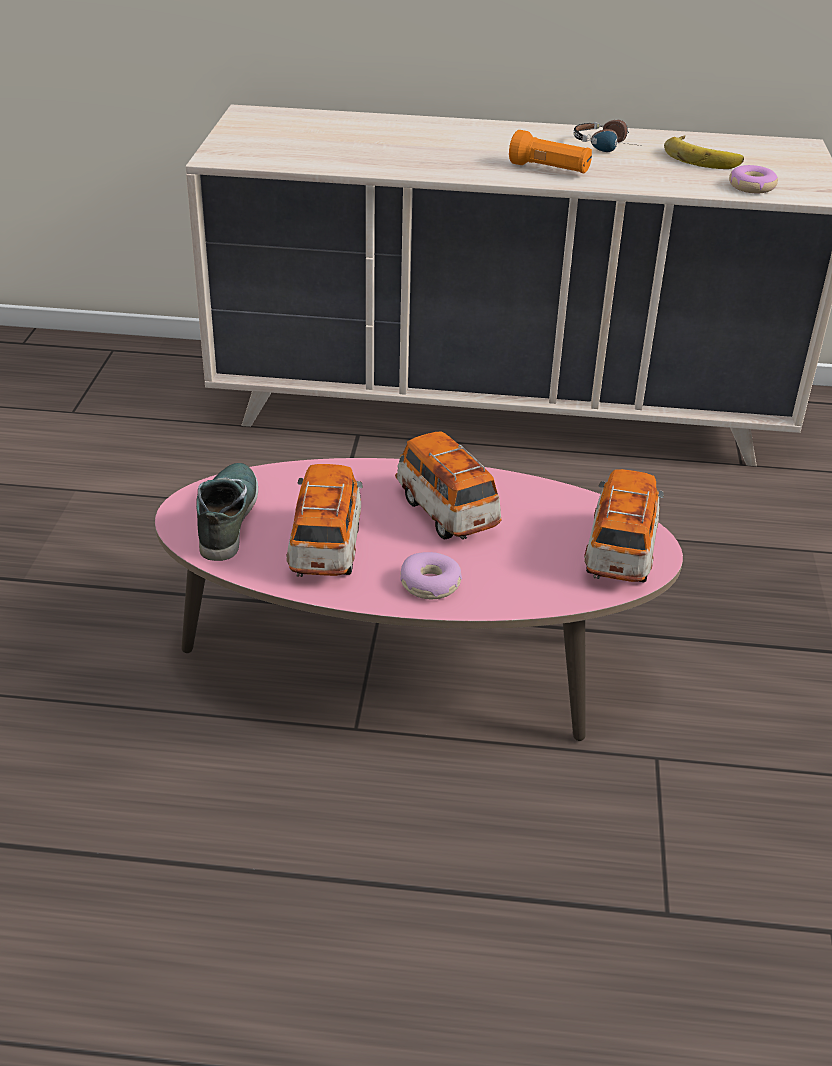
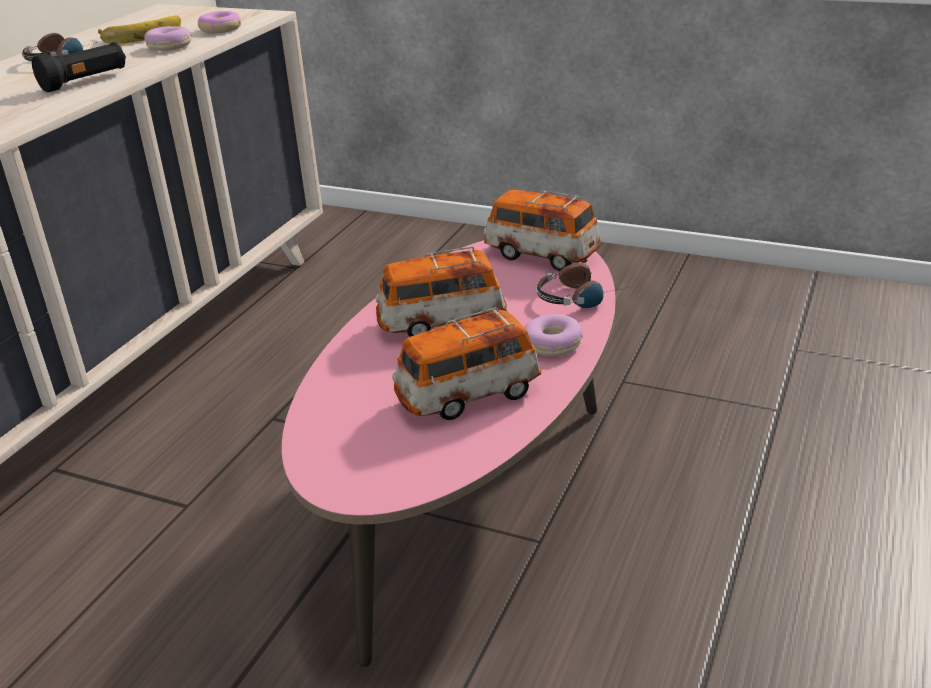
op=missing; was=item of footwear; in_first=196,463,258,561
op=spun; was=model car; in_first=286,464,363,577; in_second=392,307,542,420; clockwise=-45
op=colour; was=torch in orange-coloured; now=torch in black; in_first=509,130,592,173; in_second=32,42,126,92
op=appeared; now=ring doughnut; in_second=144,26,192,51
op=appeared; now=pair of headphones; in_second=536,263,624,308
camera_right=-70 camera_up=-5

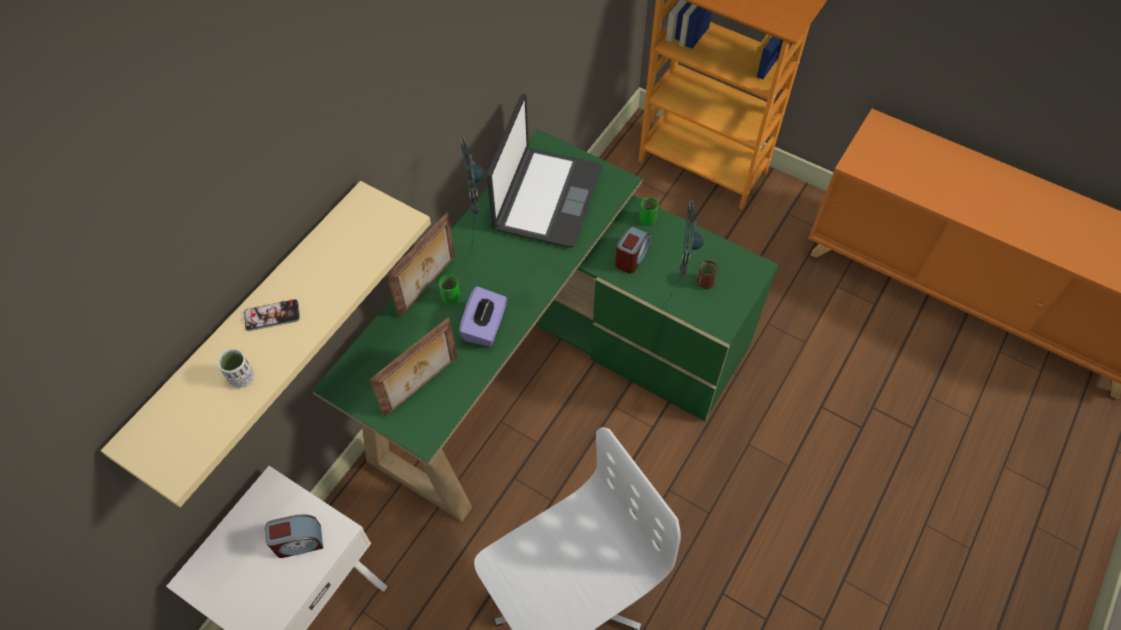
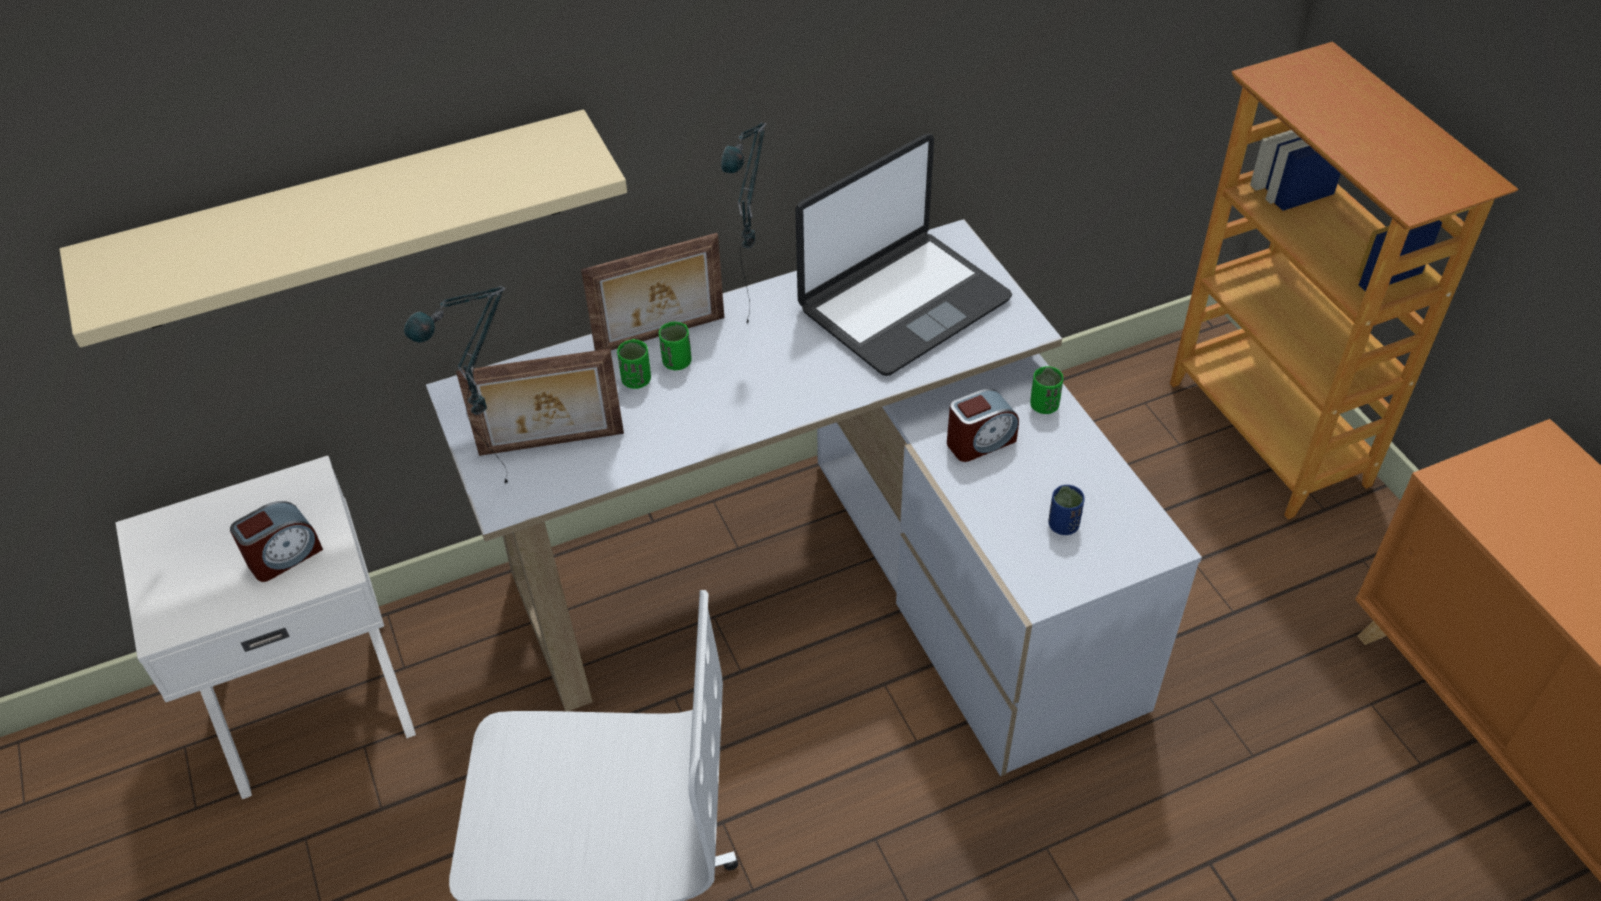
op=missing; was=cup in whitish; in_first=217,349,254,388
op=missing; was=phone; in_first=244,299,300,331
op=spun; was=table clock; in_first=264,515,323,558; in_second=230,501,323,582; clockwise=-60
op=colour; was=desk in green-coloured; now=desk in whitish; in_first=312,130,779,522; in_second=426,219,1202,776
op=missing; was=tissue holder in purple-coloured; in_first=459,286,507,347
op=relocated; was=tabletop lamp; in_first=666,200,704,307; in_second=404,286,508,484
op=colour; was=cup in brown-coloured; now=cup in bluish; in_first=697,260,718,289; in_second=1048,485,1084,535
op=appeared; now=cup in green-coloured; in_second=617,339,651,389
camera_right=35 camera_up=-10

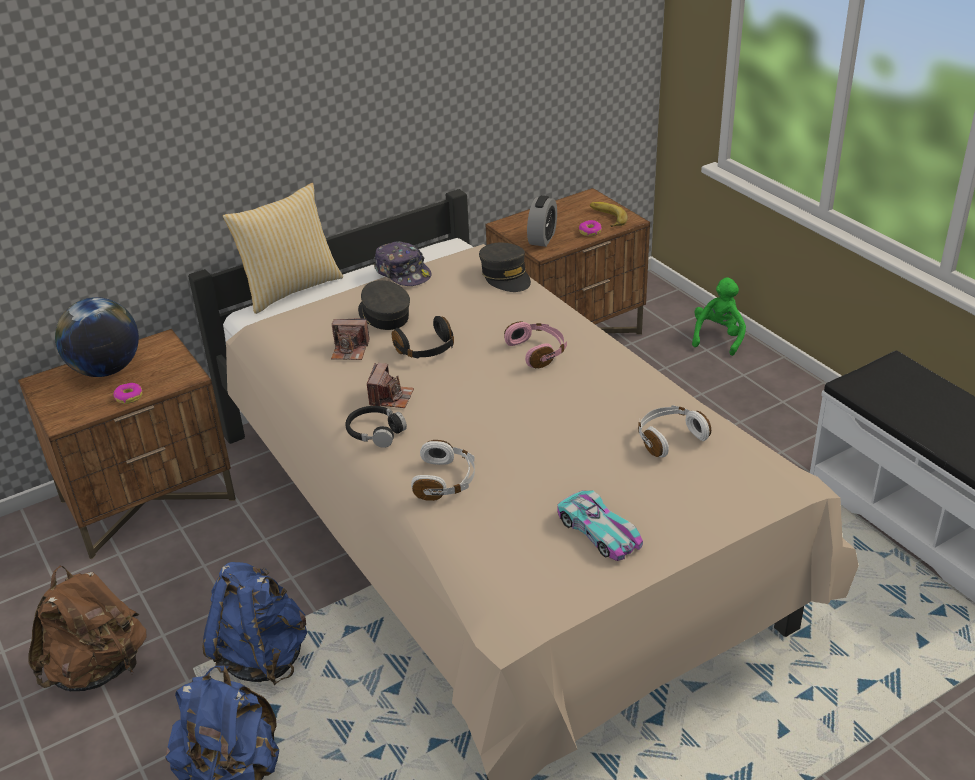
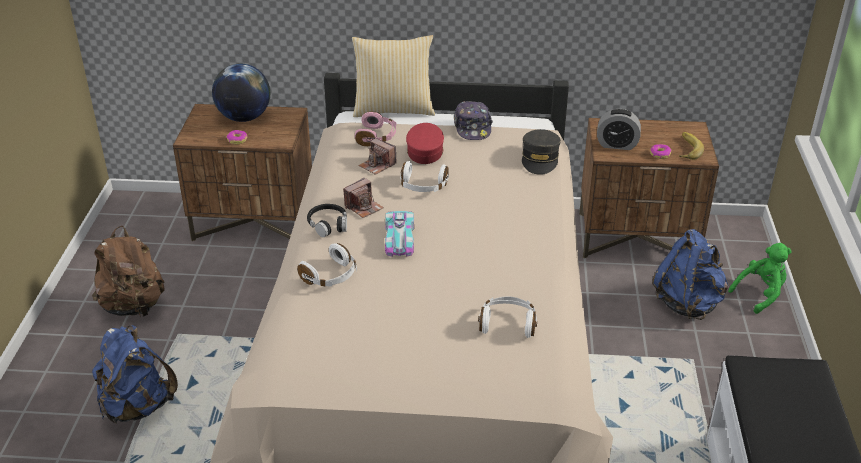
op=relocated; was=backpack in bluish; in_first=203,562,307,685; in_second=652,229,728,320
op=colour; was=baseball cap in grey; now=baseball cap in red; in_first=358,280,410,330; in_second=406,123,444,164
op=colour; was=pair of headphones in black; now=pair of headphones in whitish; in_first=392,316,454,358; in_second=400,161,449,192
op=relocated; was=pair of headphones in pink; in_first=504,321,567,368; in_second=355,111,396,146
op=spun; was=table clock; in_first=527,195,557,247; in_second=597,109,641,150; clockwise=45
op=relocated; was=model car; in_first=557,490,643,561; in_second=385,211,414,257
camera_right=35 camera_up=0

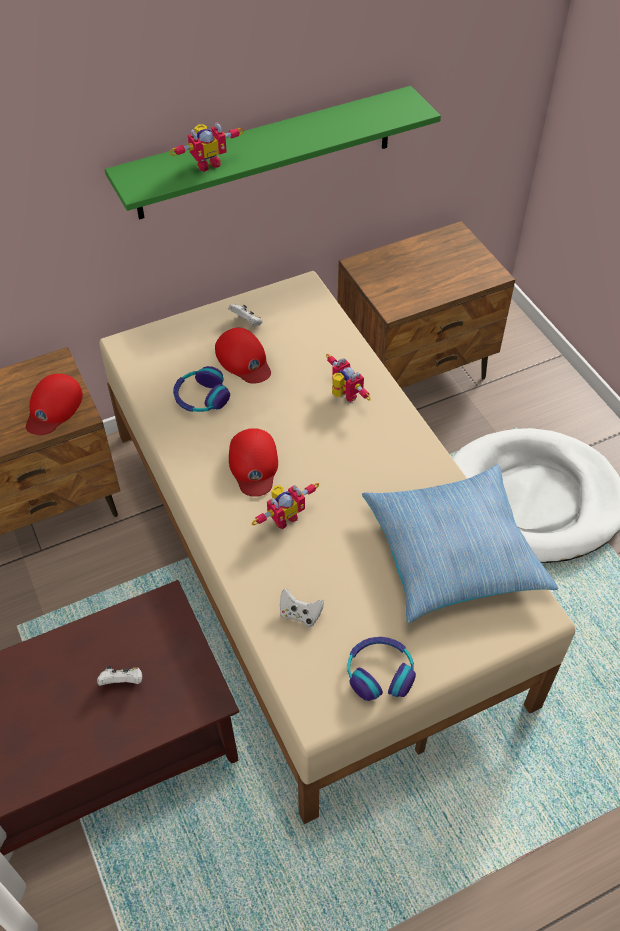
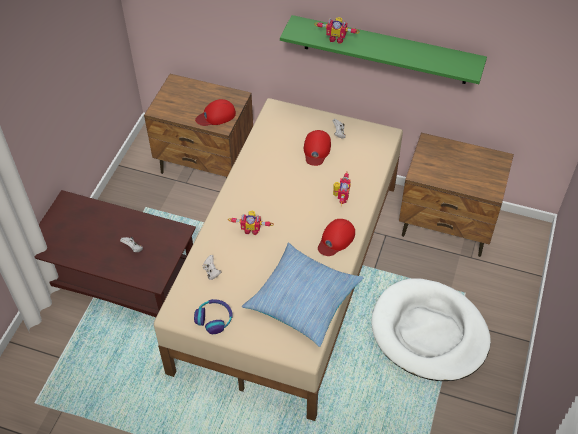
op=missing; was=pair of headphones; in_first=173,366,230,412
op=relocated; was=baseball cap in red; in_first=229,428,278,497; in_second=318,219,355,256
camera_right=45 camera_up=0

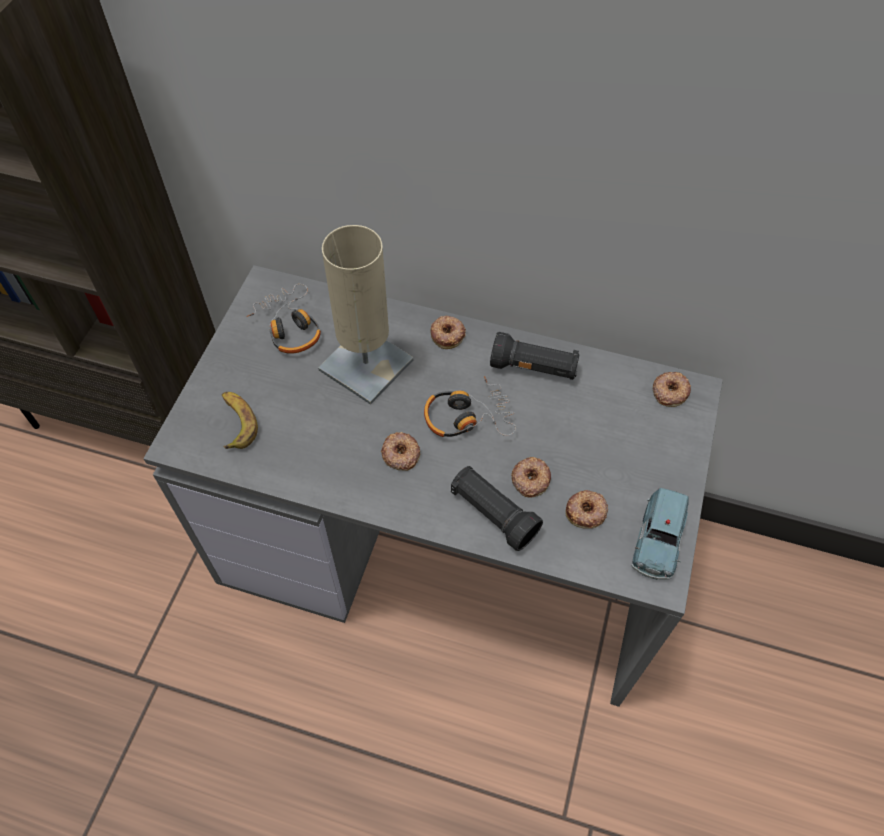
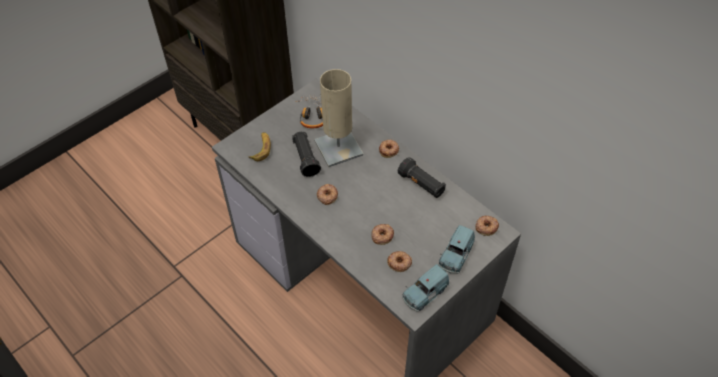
op=missing; was=pair of headphones; in_first=424,376,516,437
op=relocated; was=torch in black; in_first=451,466,543,551; in_second=292,132,321,177
op=appeared; now=model car in bluish; in_second=438,225,475,274
camera_right=30 camera_up=-5

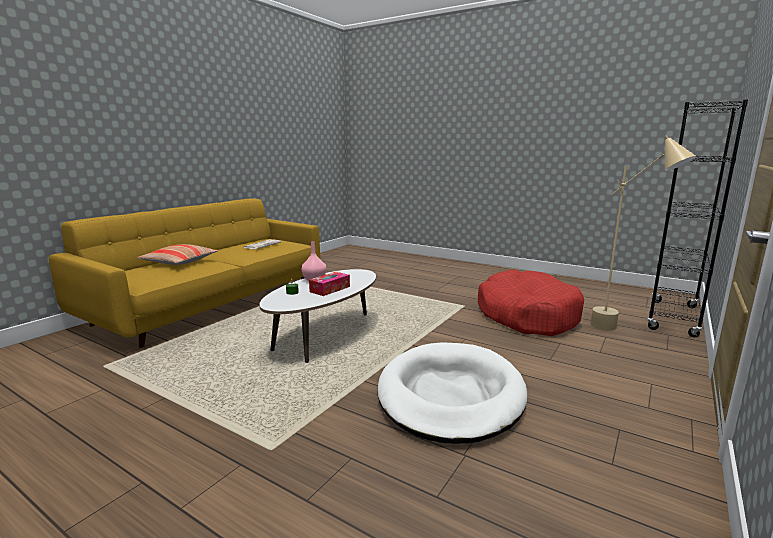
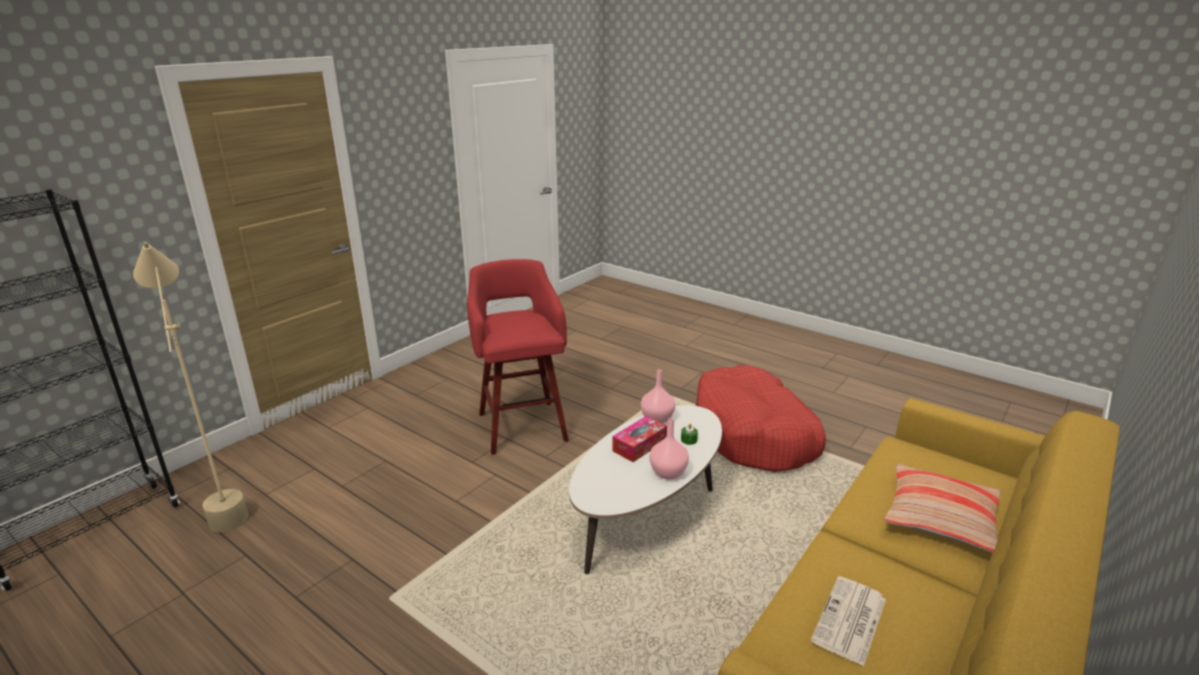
op=exchanged; was=dog bed in whitish; now=stool seat in red; in_first=378,342,527,444; in_second=467,259,569,455
op=relocated; was=dog bed in red; in_first=478,270,584,336; in_second=696,365,826,472
op=appeared; now=vase in pink; in_second=641,369,675,423
camera_right=-175 camera_up=10

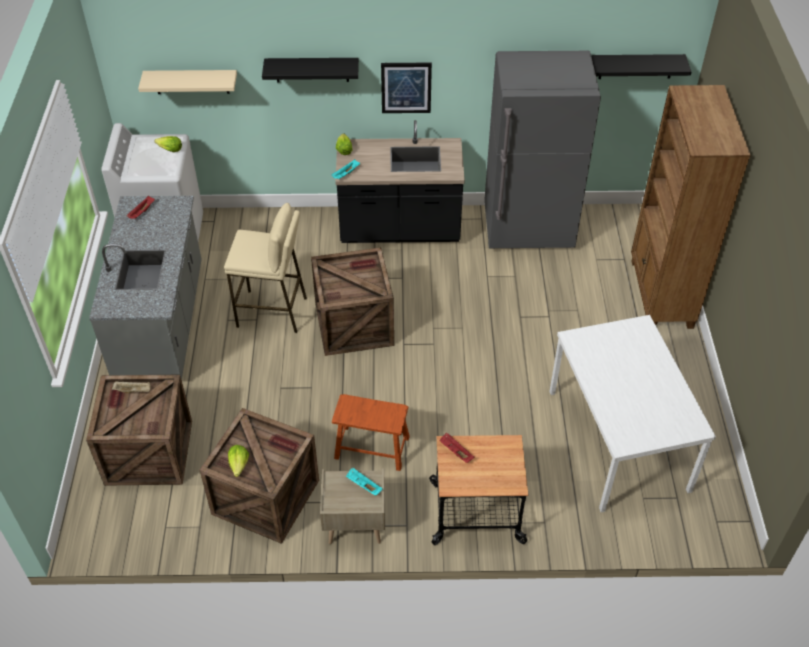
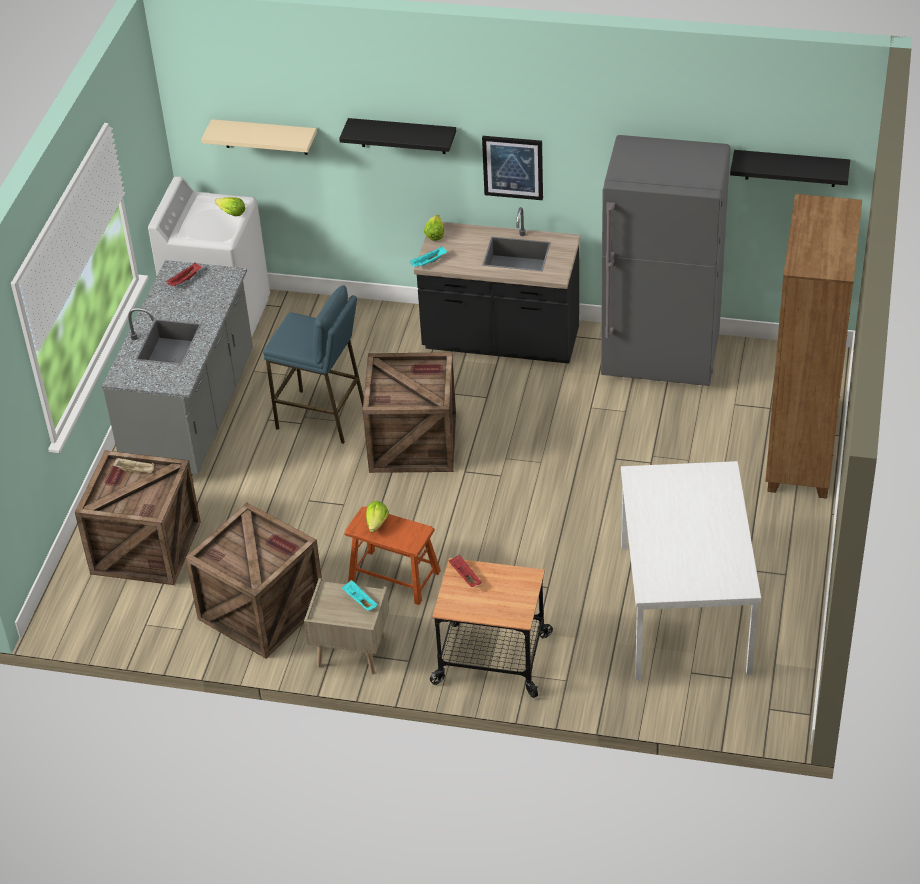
op=colour; was=stool seat in beige; now=stool seat in bluish; in_first=224,203,307,333; in_second=263,285,364,444
op=relocated; was=head of lettuce; in_first=228,445,249,477; in_second=366,501,389,533
camera_right=15 camera_up=-5

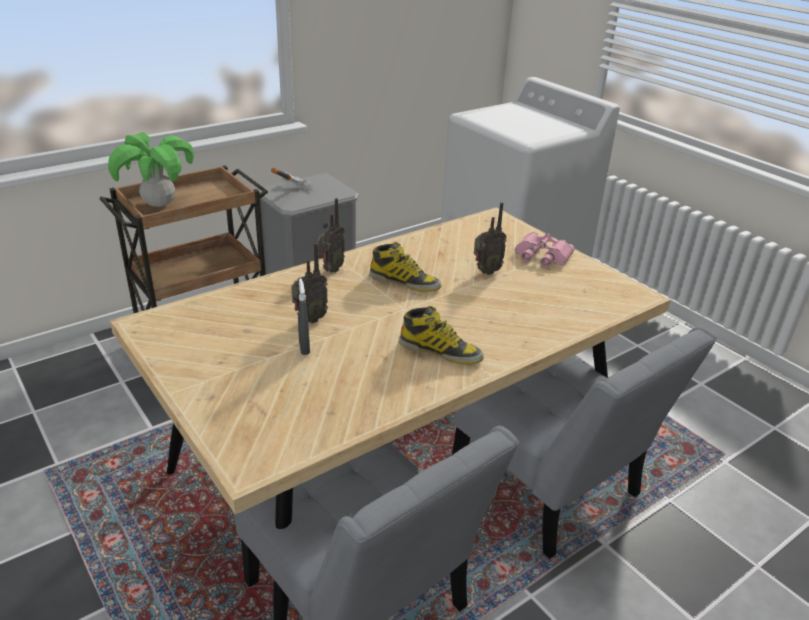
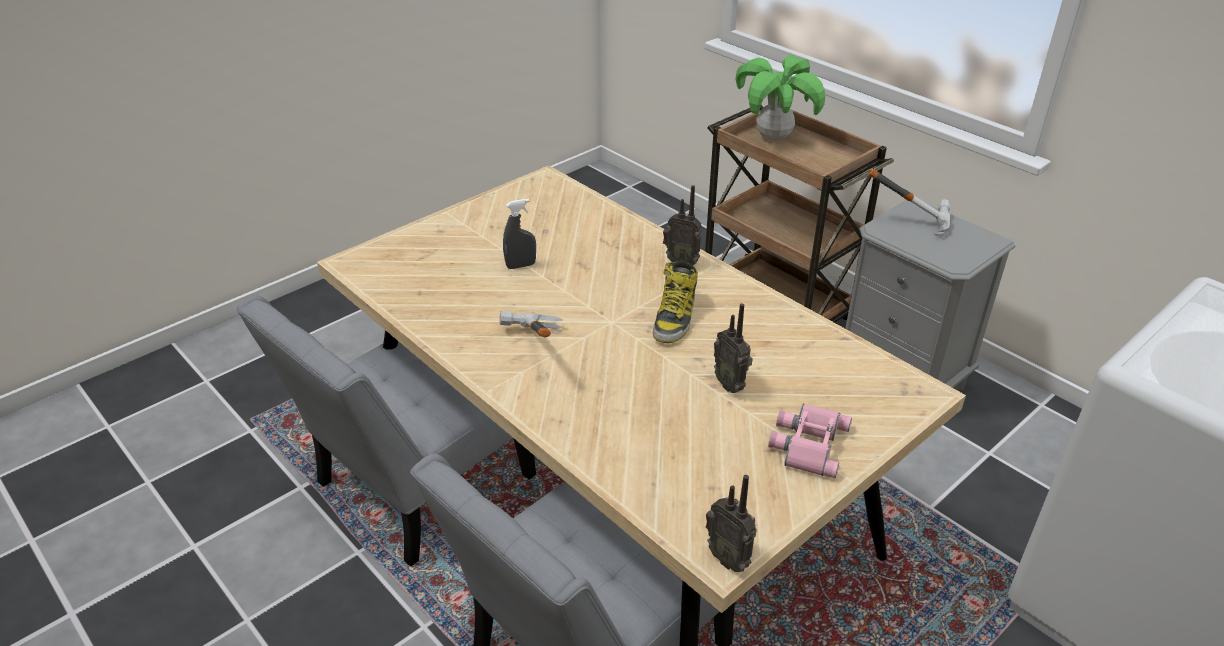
op=relocated; was=radio set; in_first=291,243,328,323; in_second=706,475,757,572
op=exchanged; was=high-top boot; now=hammer; in_first=399,306,484,365; in_second=499,311,563,337
camera_right=85 camera_up=5

